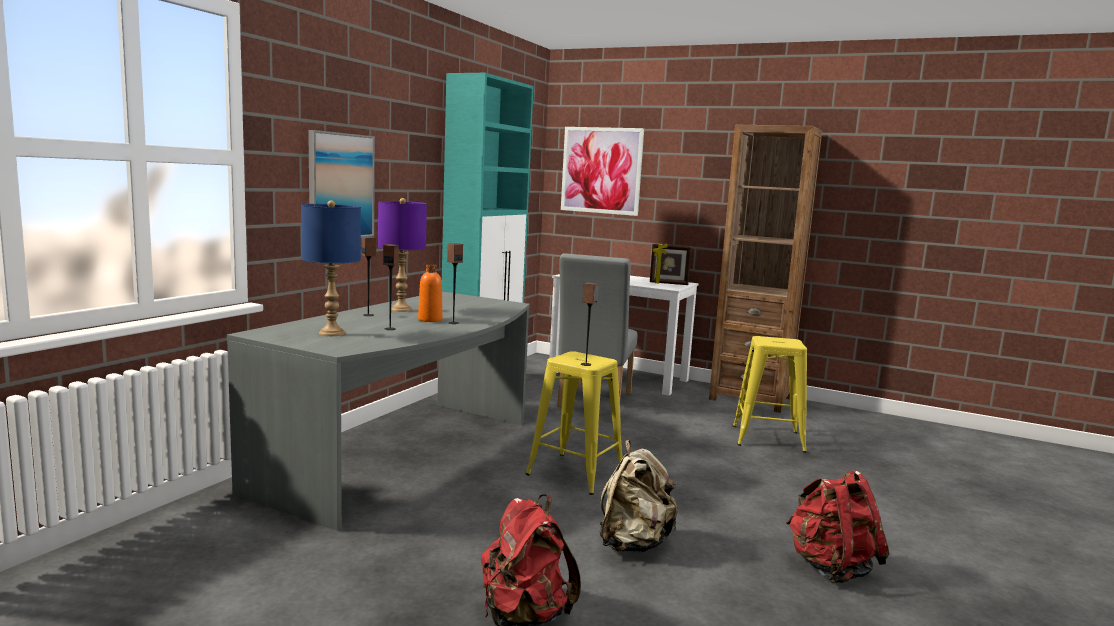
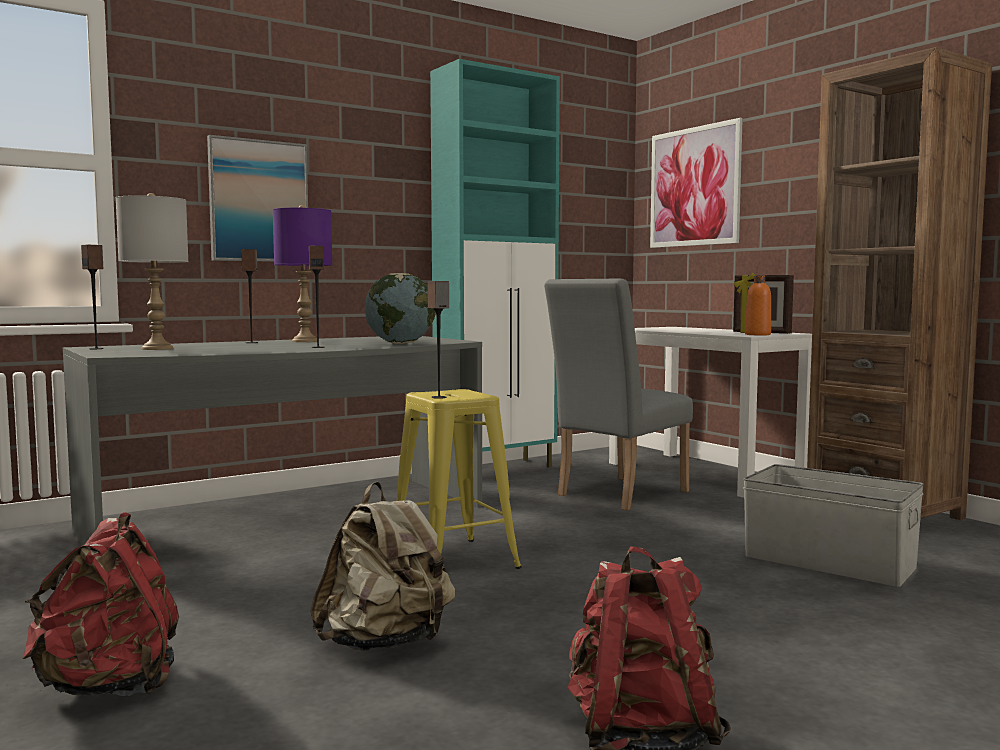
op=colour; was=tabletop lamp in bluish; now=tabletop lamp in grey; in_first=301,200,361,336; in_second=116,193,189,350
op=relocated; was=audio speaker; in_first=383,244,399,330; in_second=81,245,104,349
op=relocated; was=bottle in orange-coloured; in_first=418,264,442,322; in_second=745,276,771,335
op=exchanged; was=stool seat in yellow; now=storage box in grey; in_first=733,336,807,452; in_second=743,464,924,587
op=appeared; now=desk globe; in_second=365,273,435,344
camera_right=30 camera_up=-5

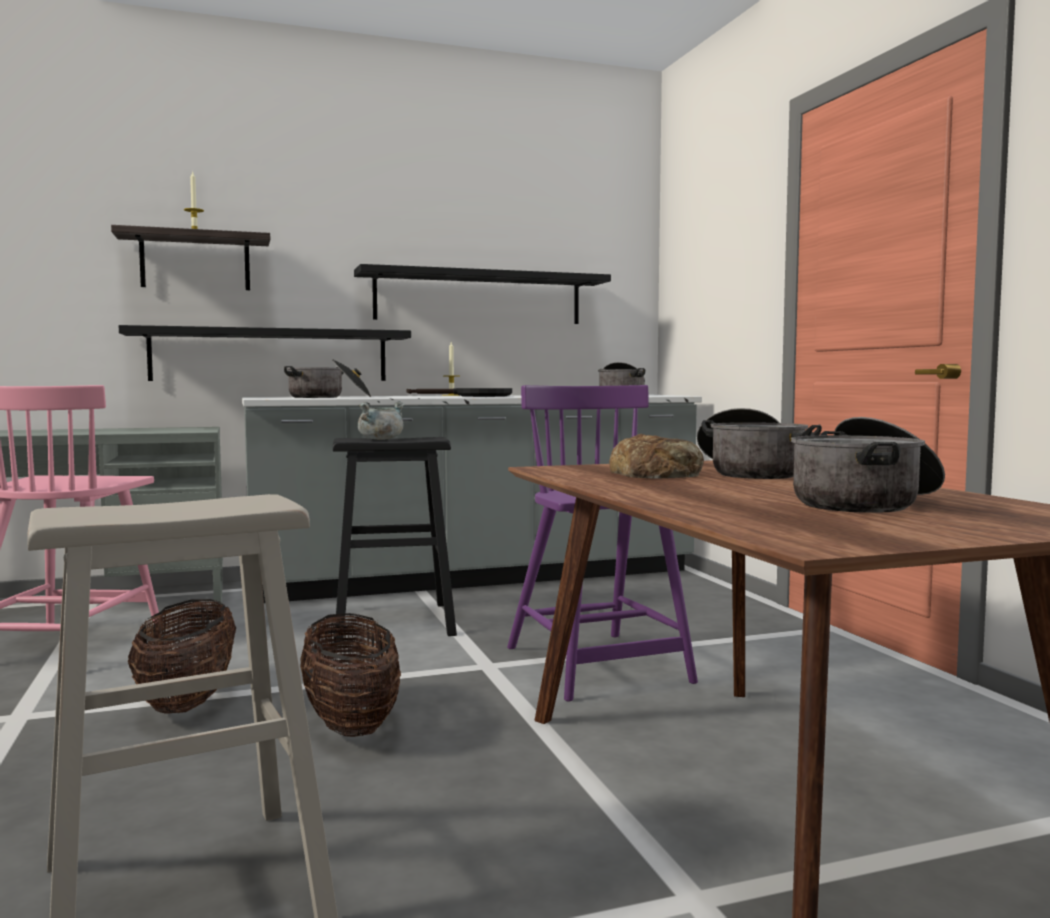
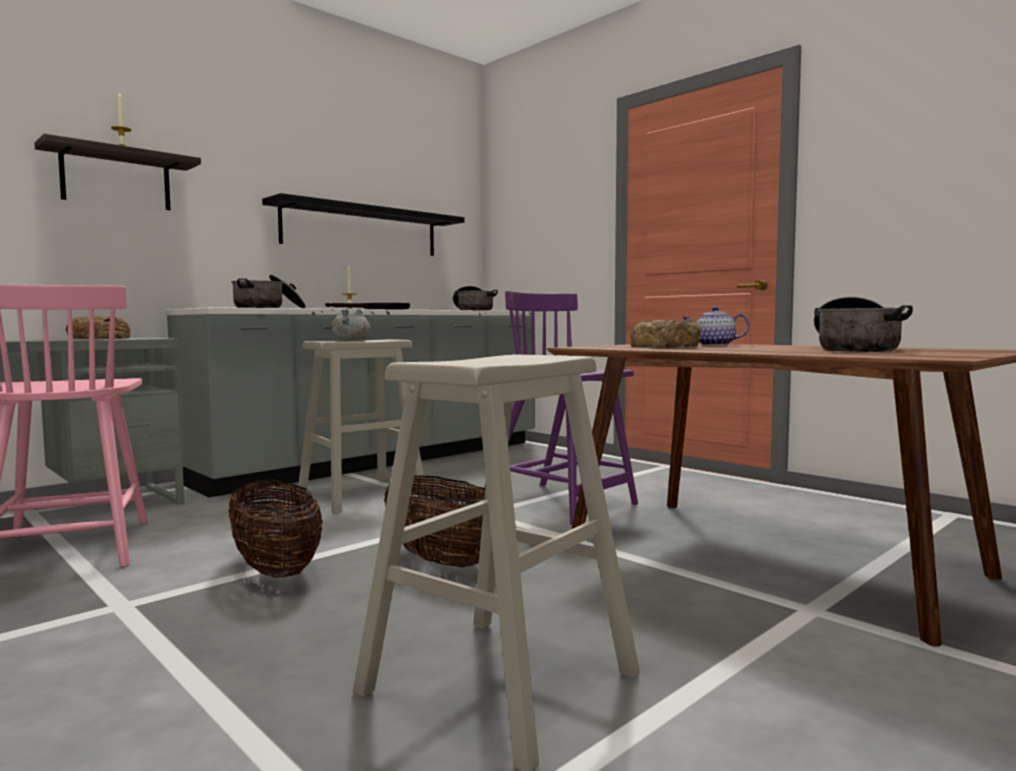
op=missing; was=shelf in black; in_first=119,325,411,381
op=colour; was=stool seat in black; now=stool seat in beige; in_first=333,437,457,642; in_second=298,339,428,514
op=exchanged; was=saucepot; now=teapot; in_first=697,408,822,479; in_second=682,307,750,346
op=appeared; now=baked bread; in_second=66,316,130,339
camera_right=-25 camera_up=0

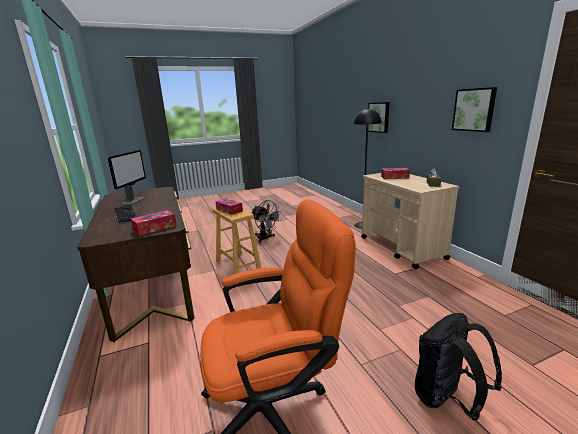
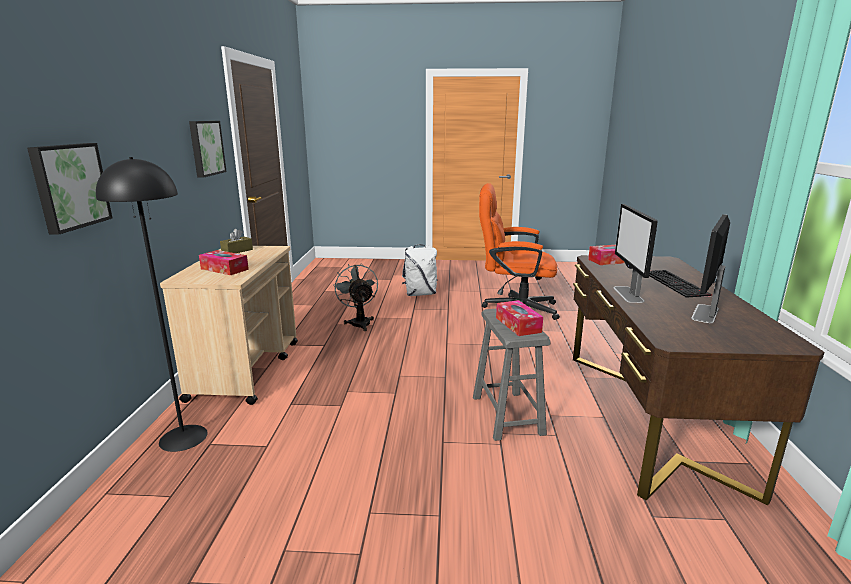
op=colour; was=stool seat in brown-coloured; now=stool seat in grey; in_first=212,208,261,274; in_second=473,309,551,441
op=relocated; was=fan in grey; in_first=252,200,282,242; in_second=333,264,378,331
op=colour; was=backpack in black; now=backpack in whitish; in_first=415,313,502,421; in_second=402,244,438,296
op=appeared; now=computer screen; in_second=614,204,657,303
camera_right=-155 camera_up=0

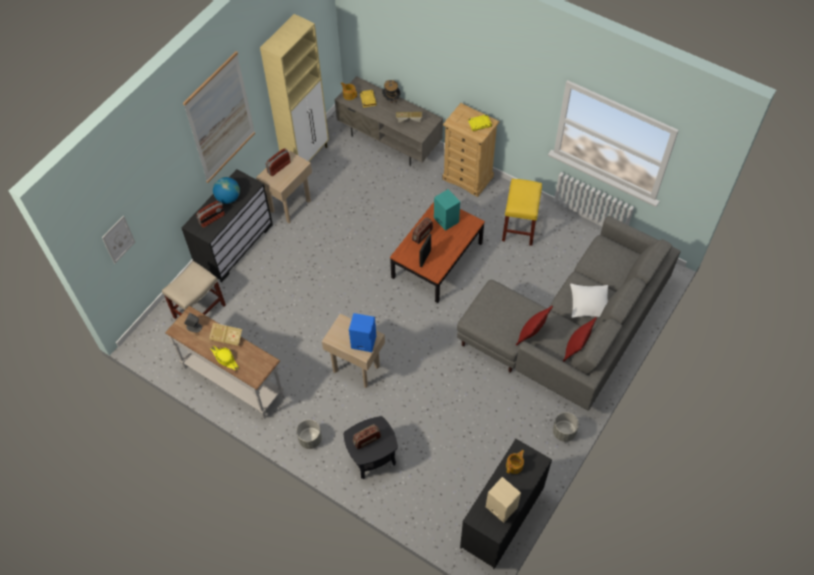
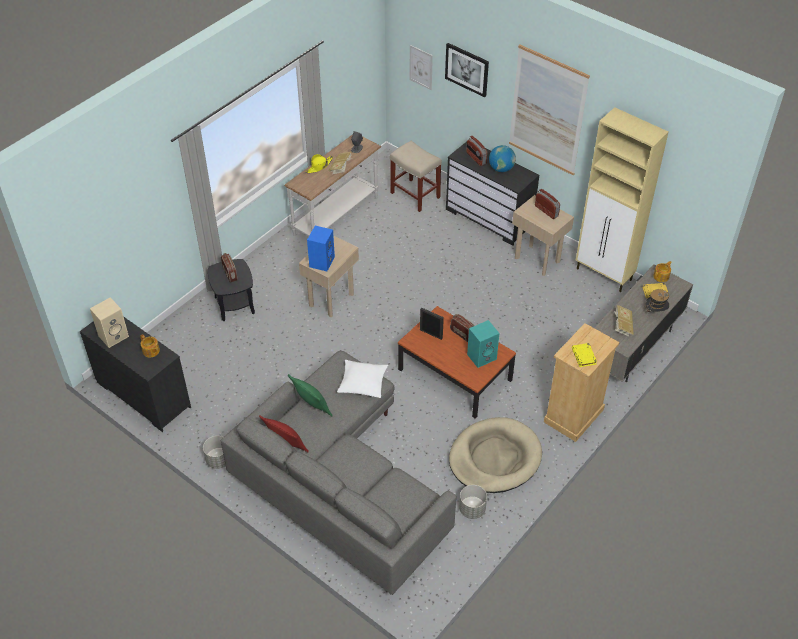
op=relocated; was=planter in grey; in_first=296,420,322,449; in_second=459,485,487,519
op=exchanged; was=stool seat in yellow; now=dog bed in beige; in_first=502,179,542,246; in_second=449,417,542,493
op=colour; was=throw pillow in red; now=throw pillow in green-coloured; in_first=516,306,553,346; in_second=288,374,333,416
op=relocated; was=throw pillow in whitish; in_first=570,284,608,318; in_second=337,360,388,398
op=appeared; now=wall picture; in_second=445,43,489,97
camera_right=95 camera_up=-10

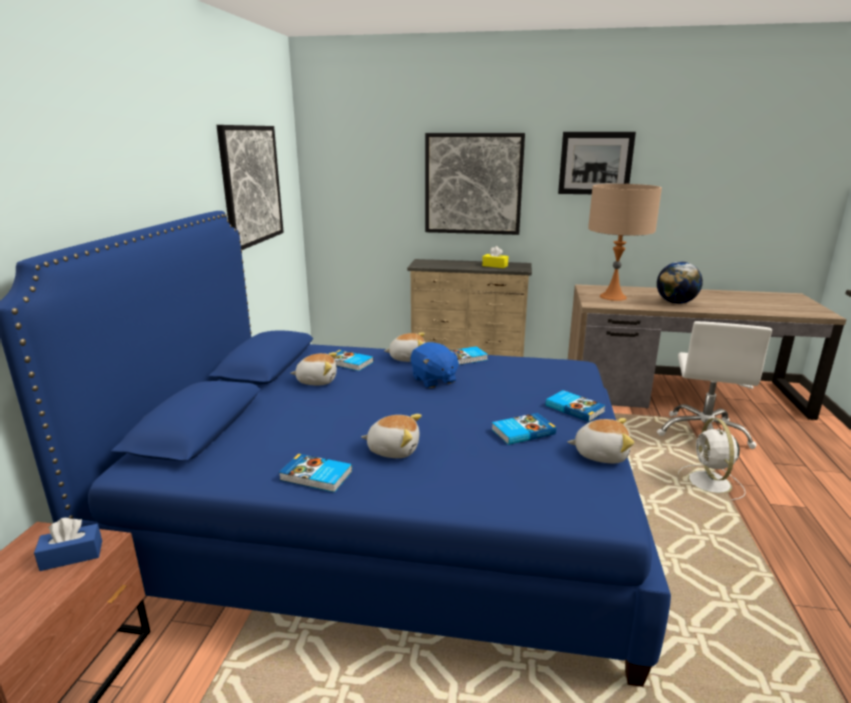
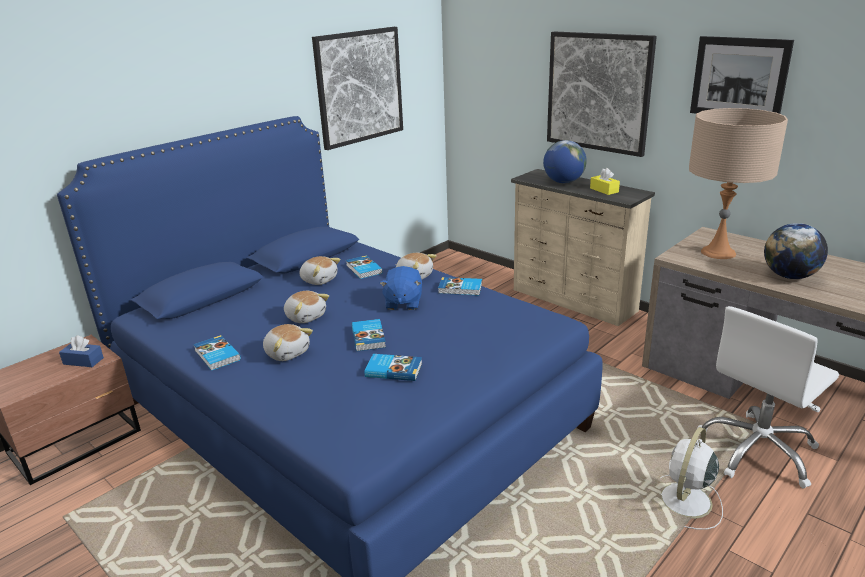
op=relocated; was=book; in_first=546,390,606,422; in_second=352,319,386,351
op=relocated; was=plush toy; in_first=567,418,634,463; in_second=284,291,329,323
op=appeared; now=desk globe; in_second=543,140,587,183
camera_right=35 camera_up=5

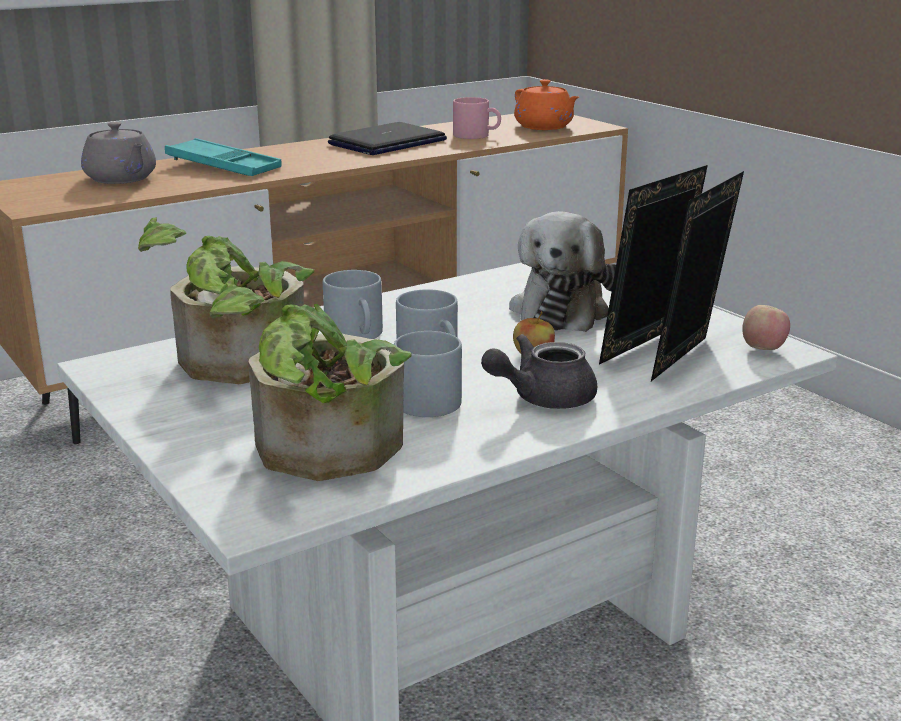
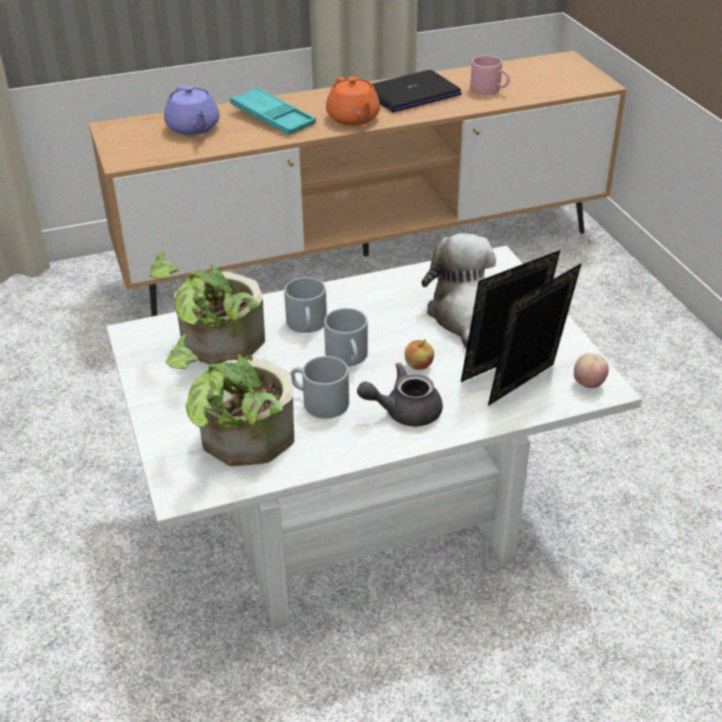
op=colour; was=teapot in grey; now=teapot in purple-coloured; in_first=81,122,156,184; in_second=164,85,219,135
op=spun; was=plush toy; in_first=509,211,616,332; in_second=422,233,496,349; clockwise=150
op=relocated; was=teapot in orange-coloured; in_first=514,79,579,130; in_second=326,76,380,126
camera_right=15 camera_up=15

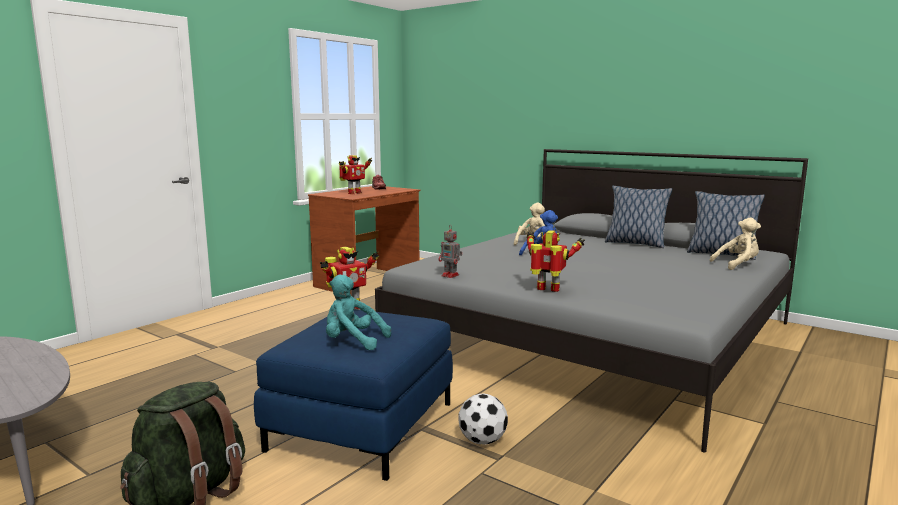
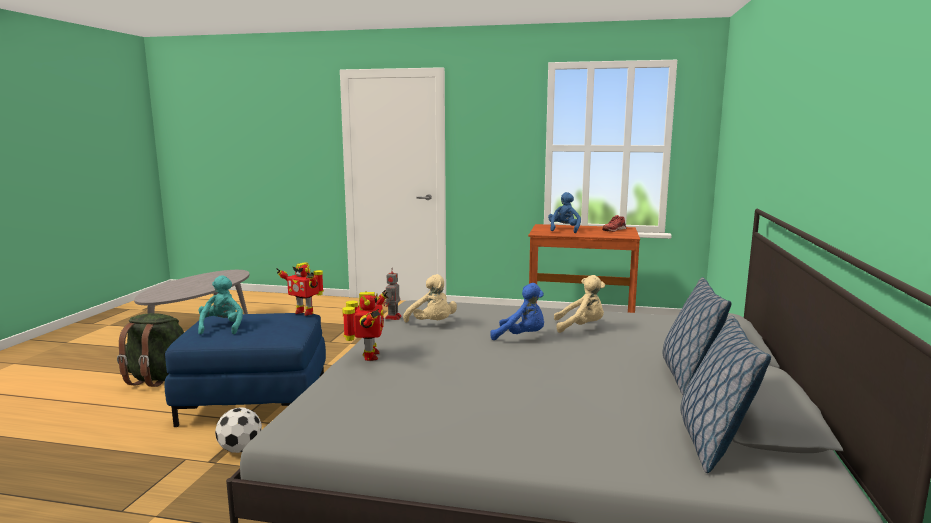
op=exchanged; was=model robot; now=plush toy in bluish; in_first=339,155,372,194; in_second=548,192,581,233
op=relocated; was=plush toy in beige; in_first=710,218,761,270; in_second=403,274,457,322
camera_right=65 camera_up=0

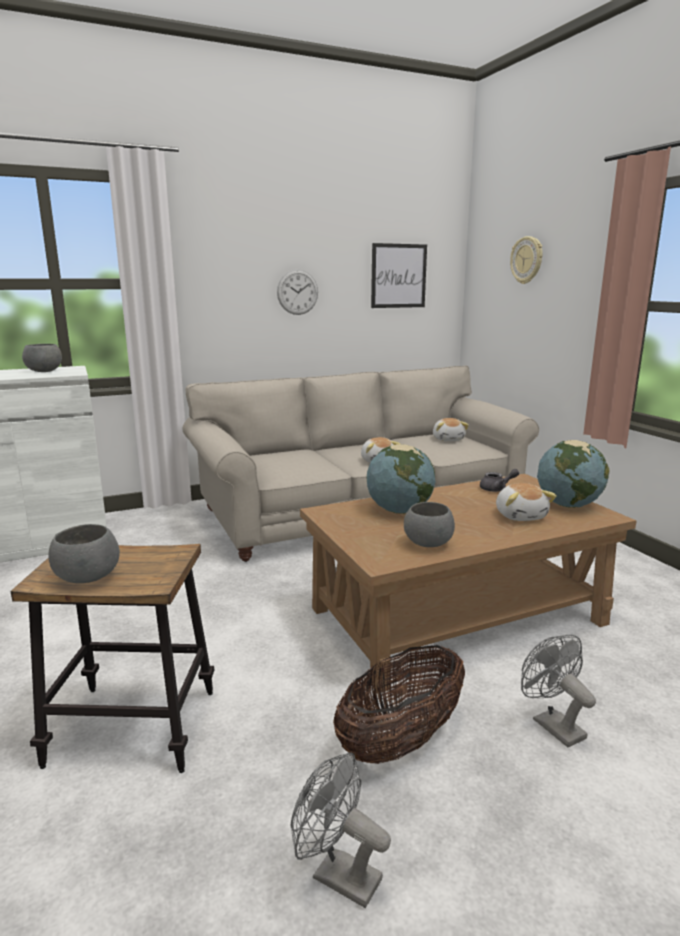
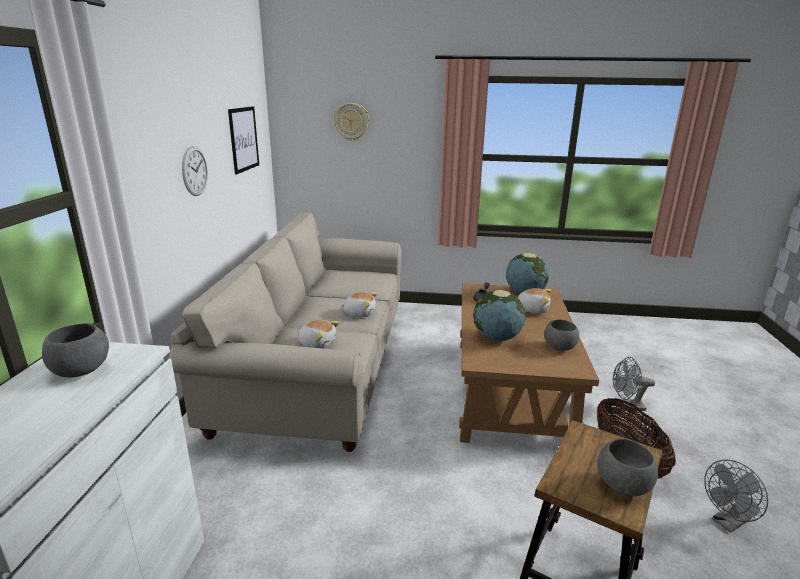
op=relocated; was=plush toy; in_first=433,418,469,441; in_second=297,320,340,349
camera_right=-60 camera_up=5

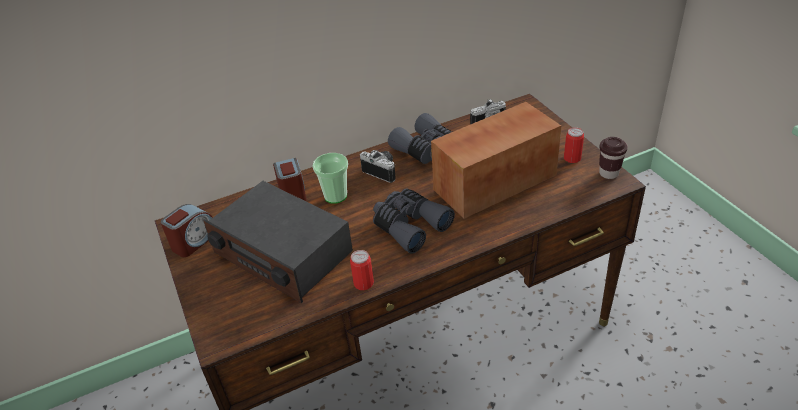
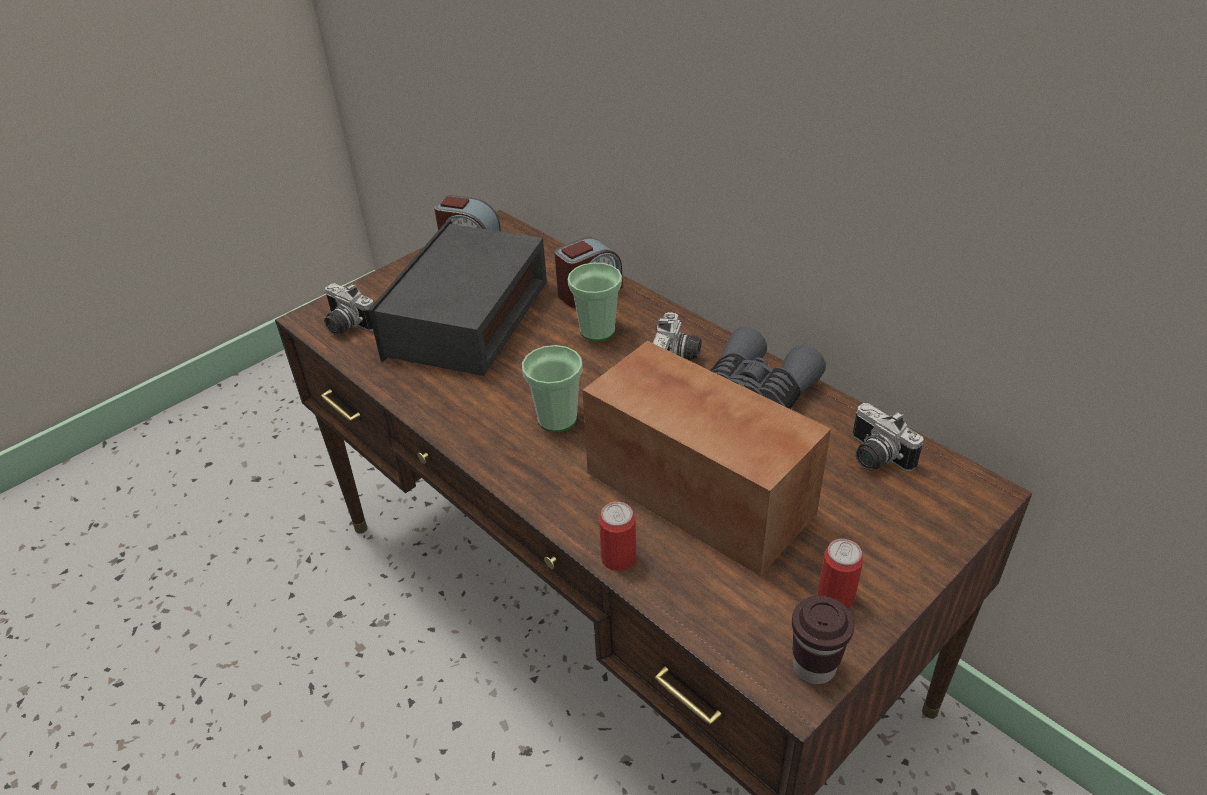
op=relocated; was=metal can; in_first=350,250,374,290; in_second=599,502,636,571
op=exchanged; was=pair of binoculars in grey; now=cup; in_first=373,188,455,254; in_second=522,345,583,432
op=appeared; now=still camera; in_second=324,283,374,335
camera_right=70 camera_up=0

